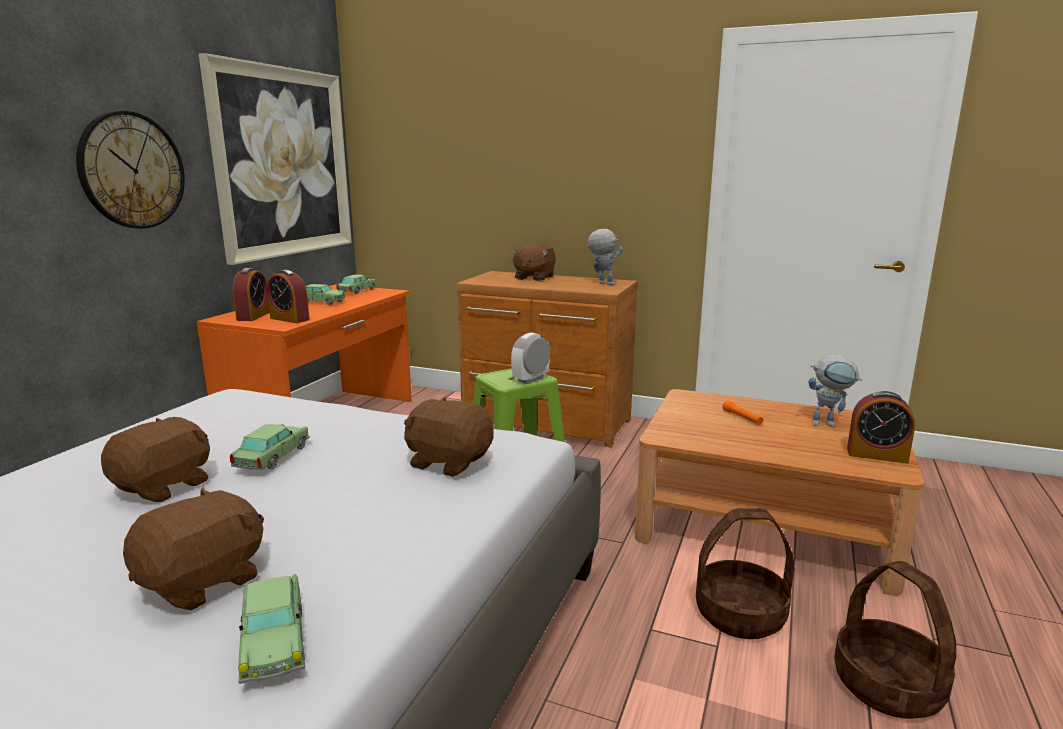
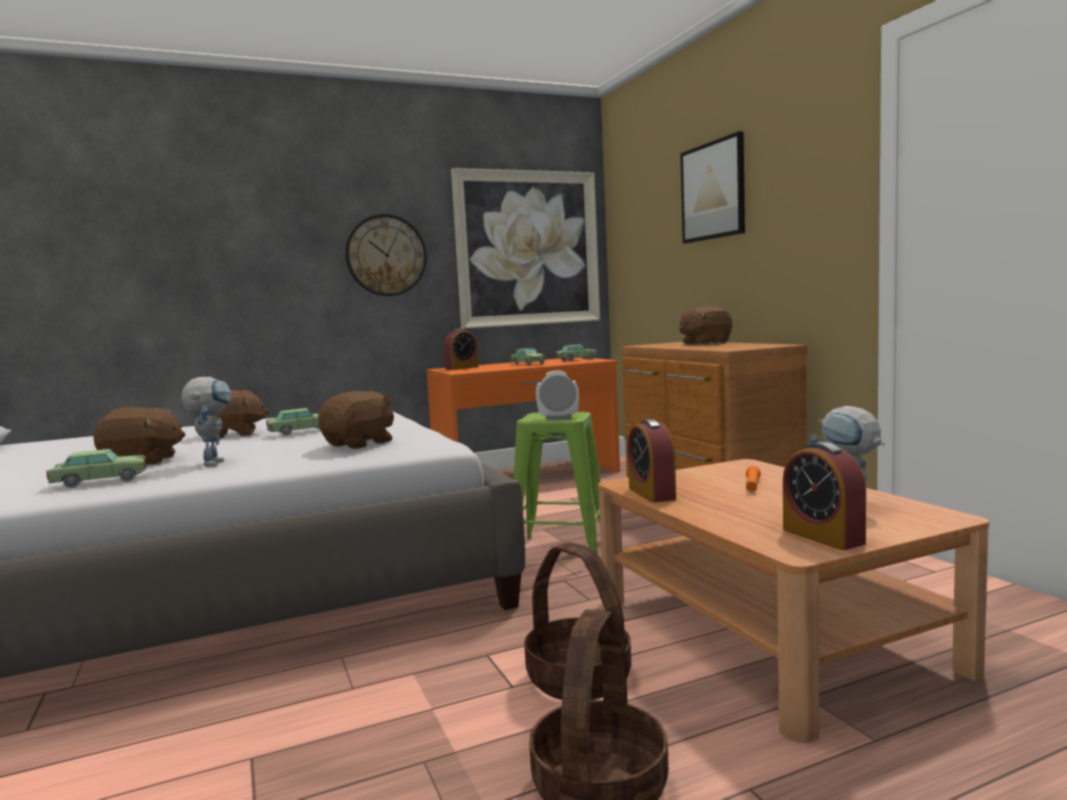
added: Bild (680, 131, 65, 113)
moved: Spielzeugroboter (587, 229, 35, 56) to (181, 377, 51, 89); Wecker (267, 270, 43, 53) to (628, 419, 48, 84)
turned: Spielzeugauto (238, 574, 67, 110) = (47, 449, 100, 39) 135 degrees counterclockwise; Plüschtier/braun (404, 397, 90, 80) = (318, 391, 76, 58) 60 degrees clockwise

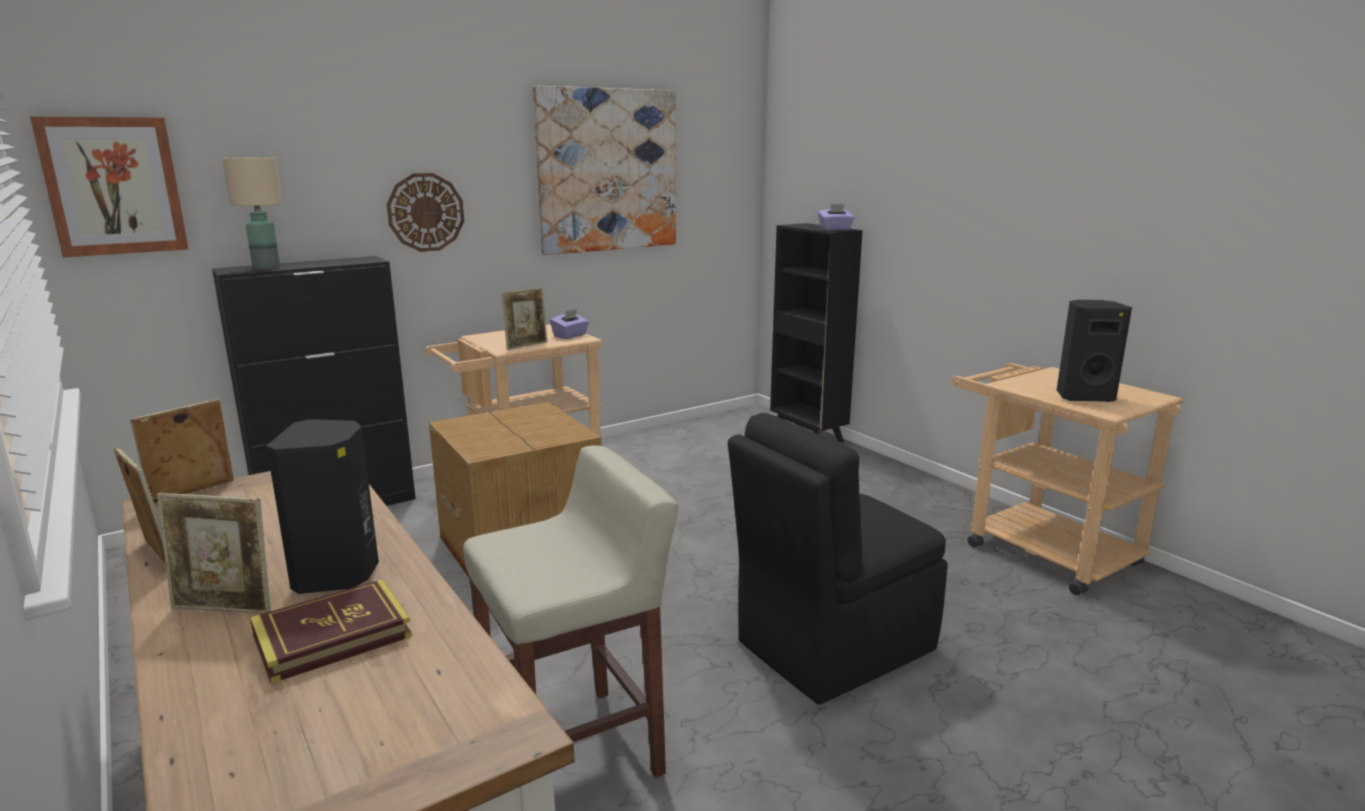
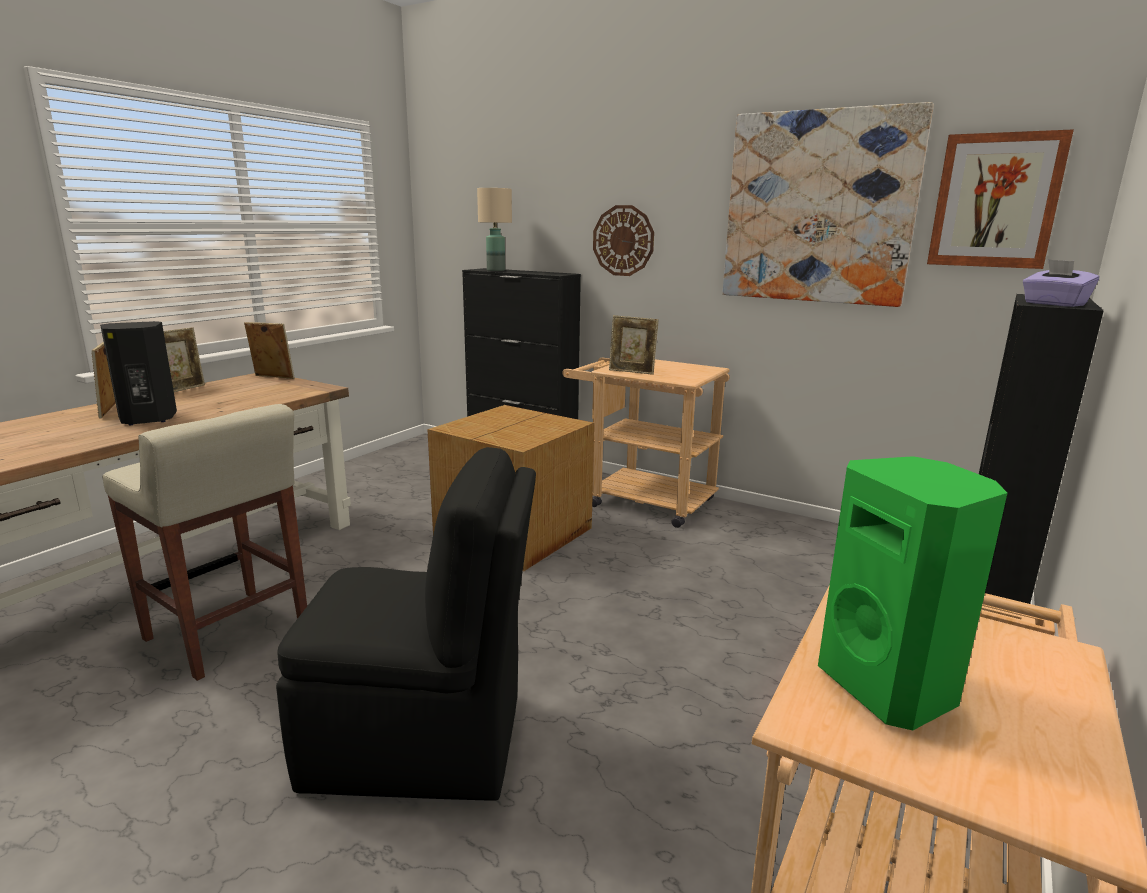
removed: Buch (250, 579, 162, 105); Taschentuchbox/lila (550, 309, 39, 30)
moved: Bild (30, 116, 158, 141) to (927, 129, 147, 140)
recoloured: Lautsprecher/schwarz (1057, 300, 75, 102) to Lautsprecher/grün (818, 456, 189, 274)
turned: Stuhl/schwarz (728, 413, 220, 292) = (276, 447, 260, 354) 150 degrees clockwise

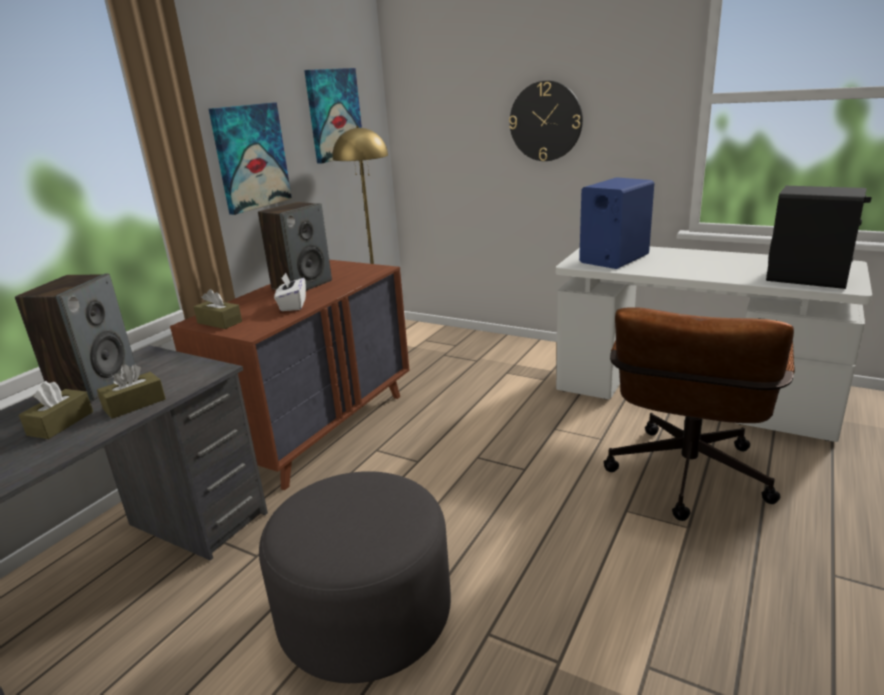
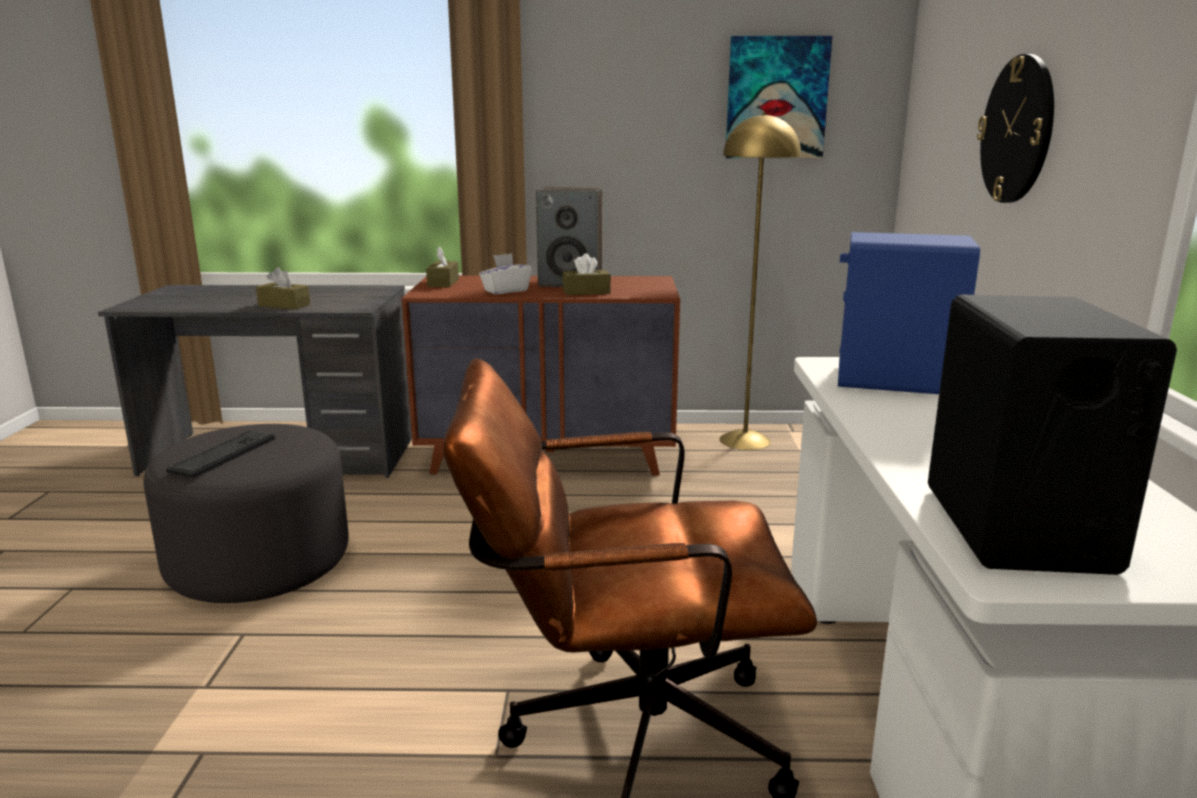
removed: Lautsprecher (15, 274, 121, 127); Bild (209, 102, 83, 113)
added: Tastatur (166, 431, 109, 47)
moved: Taschentuchbox/braun (19, 381, 74, 58) to (562, 253, 49, 42)

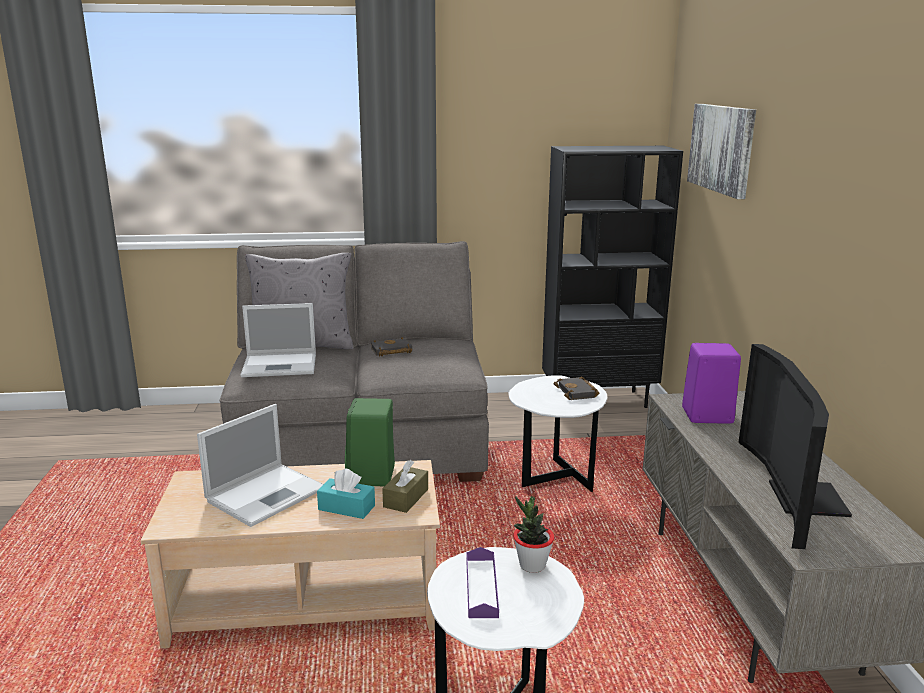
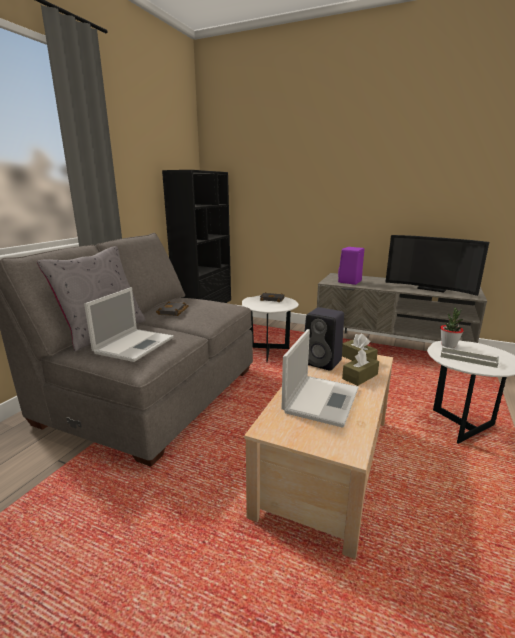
removed: Bild (687, 104, 69, 95)
recoloured: Lautsprecher/grün (345, 398, 50, 88) to Lautsprecher/schwarz (305, 307, 39, 64); Taschentuchbox/türkis (317, 468, 58, 51) to Taschentuchbox/braun (342, 349, 37, 37); Tablett/lila (466, 547, 33, 71) to Tablett/grau (441, 346, 58, 22)
turned: Laptop (197, 404, 126, 123) = (282, 329, 77, 99) 45 degrees clockwise

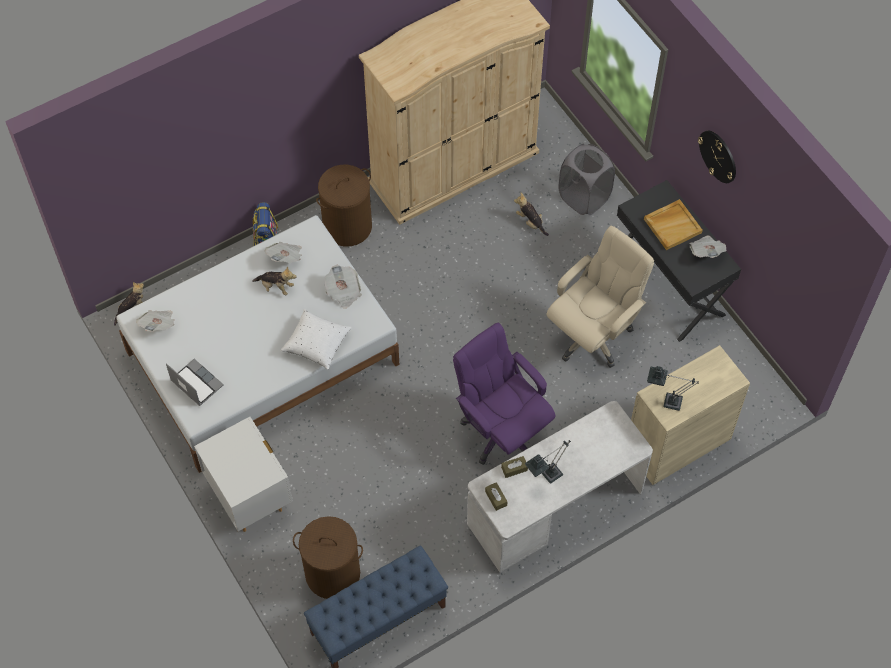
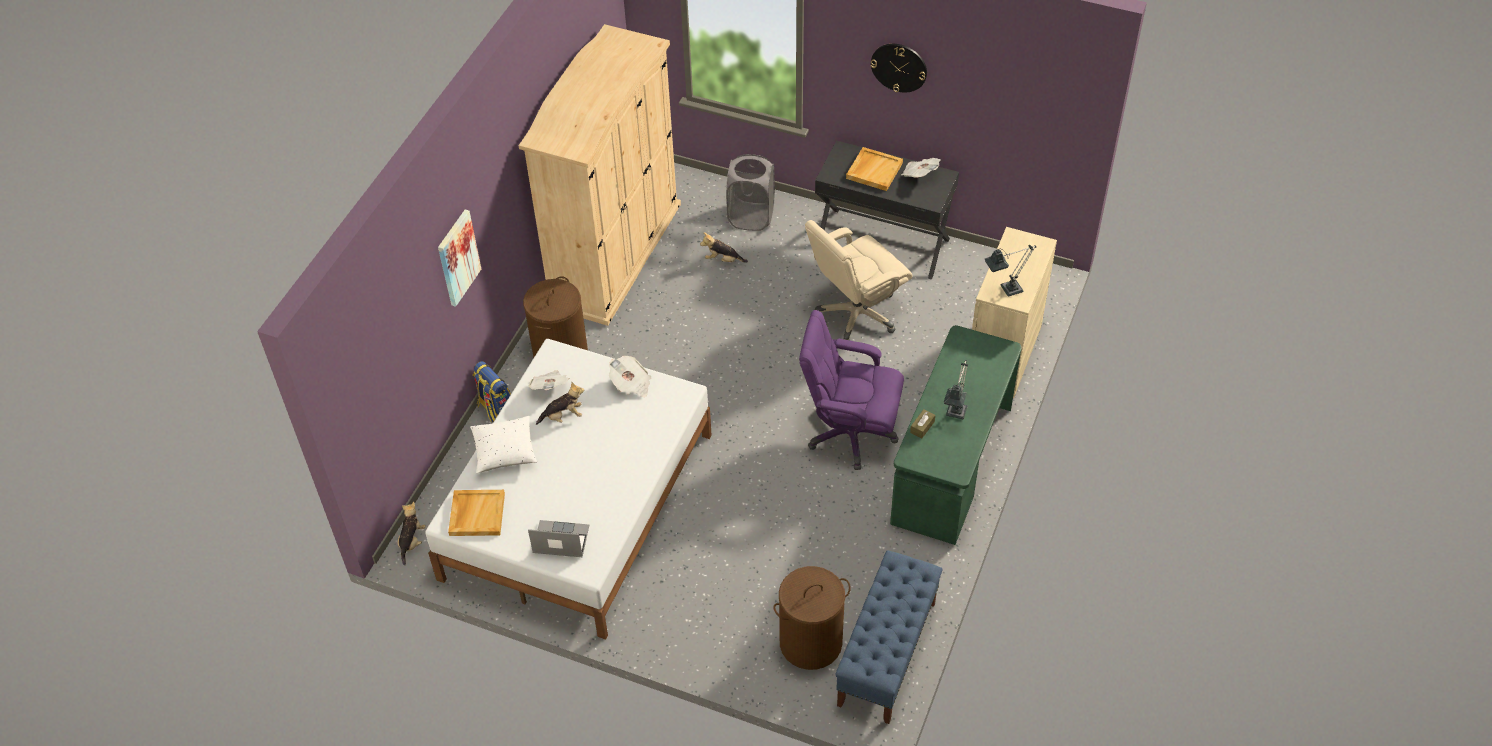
removed: Nachttisch/weiß (194, 417, 99, 115); Taschentuchbox/braun (485, 482, 23, 29)
added: Bild (438, 209, 43, 98)
moved: Kissen/weiß (281, 309, 70, 61) to (470, 416, 67, 58)
replaced: Zeitung (136, 310, 39, 21) to Tablett/beige (448, 490, 57, 46)
recoloured: Schreibtisch/weiß (467, 401, 186, 171) to Schreibtisch/grün (890, 325, 132, 220)
turned: Bürostuhl/beige (546, 226, 108, 142) = (805, 220, 108, 120) 135 degrees counterclockwise

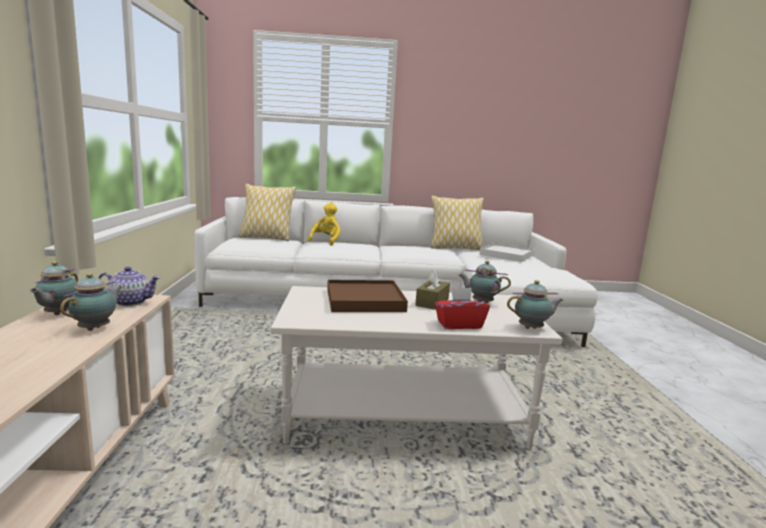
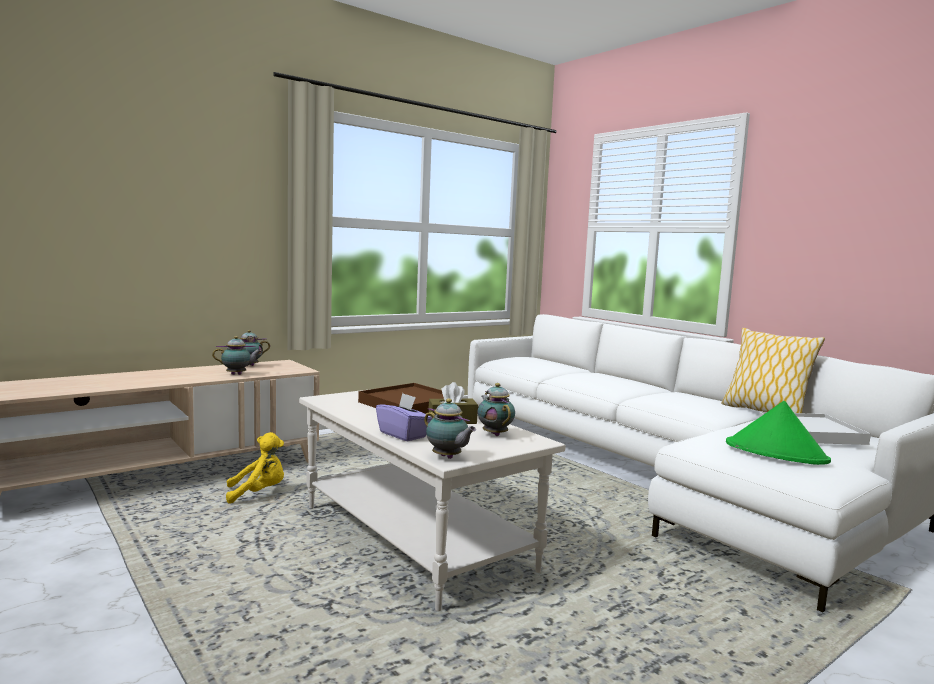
removed: Teekanne (98, 267, 63, 39); Kissen (238, 184, 58, 57)
added: Hut/grün (726, 401, 105, 64)
moved: Plüschtier/gelb (308, 203, 33, 43) to (226, 432, 58, 72)
recoloured: Taschentuchbox/rot (435, 287, 55, 42) to Taschentuchbox/lila (376, 393, 56, 49)

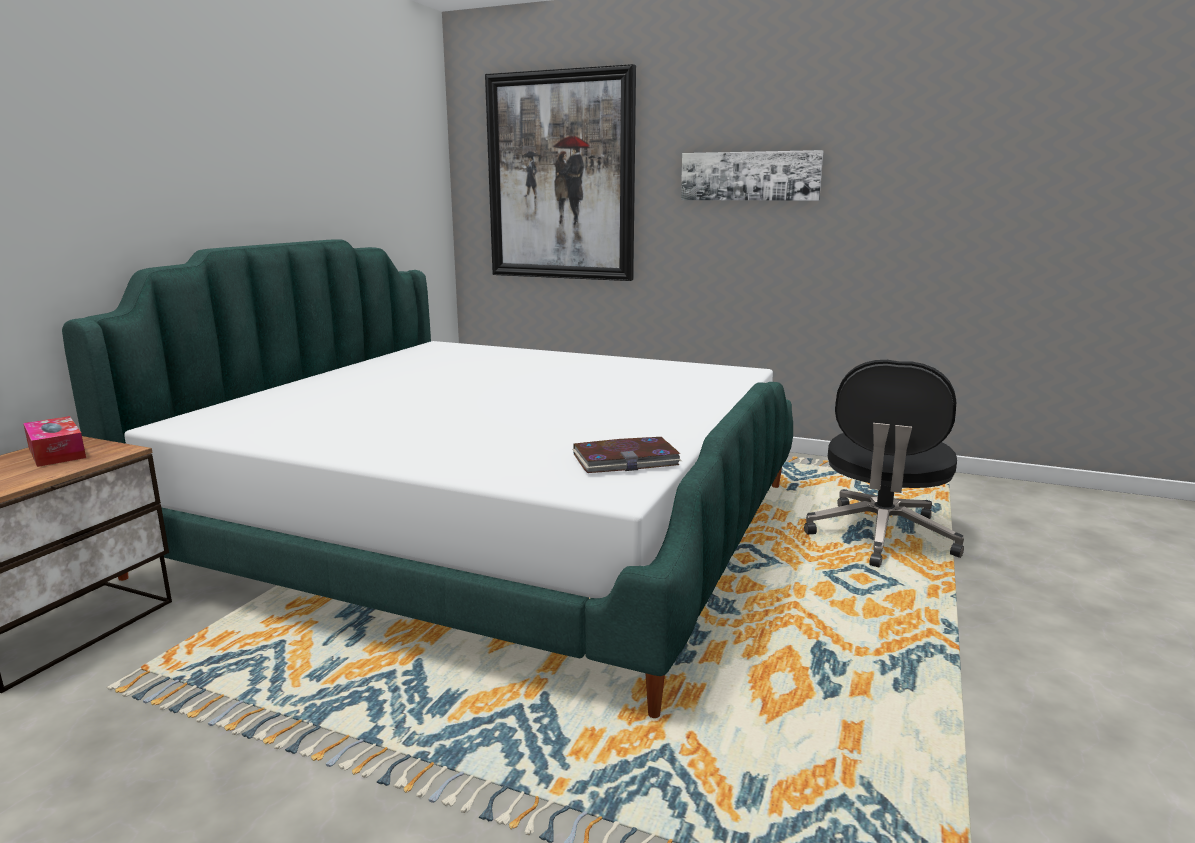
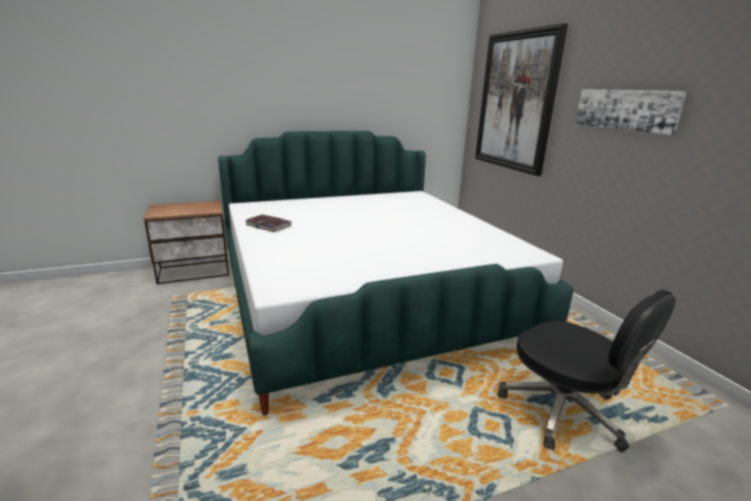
removed: Taschentuchbox (23, 416, 63, 51)
moved: Buch (572, 437, 110, 36) to (245, 215, 46, 17)
turned: Bürostuhl/schwarz (804, 360, 160, 207) = (498, 289, 178, 163) 105 degrees counterclockwise

